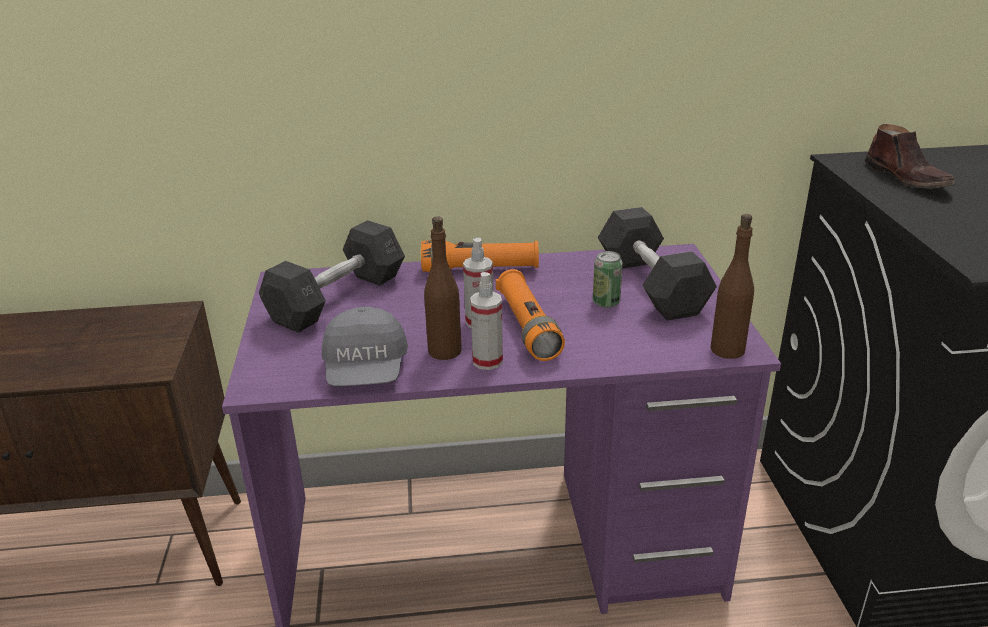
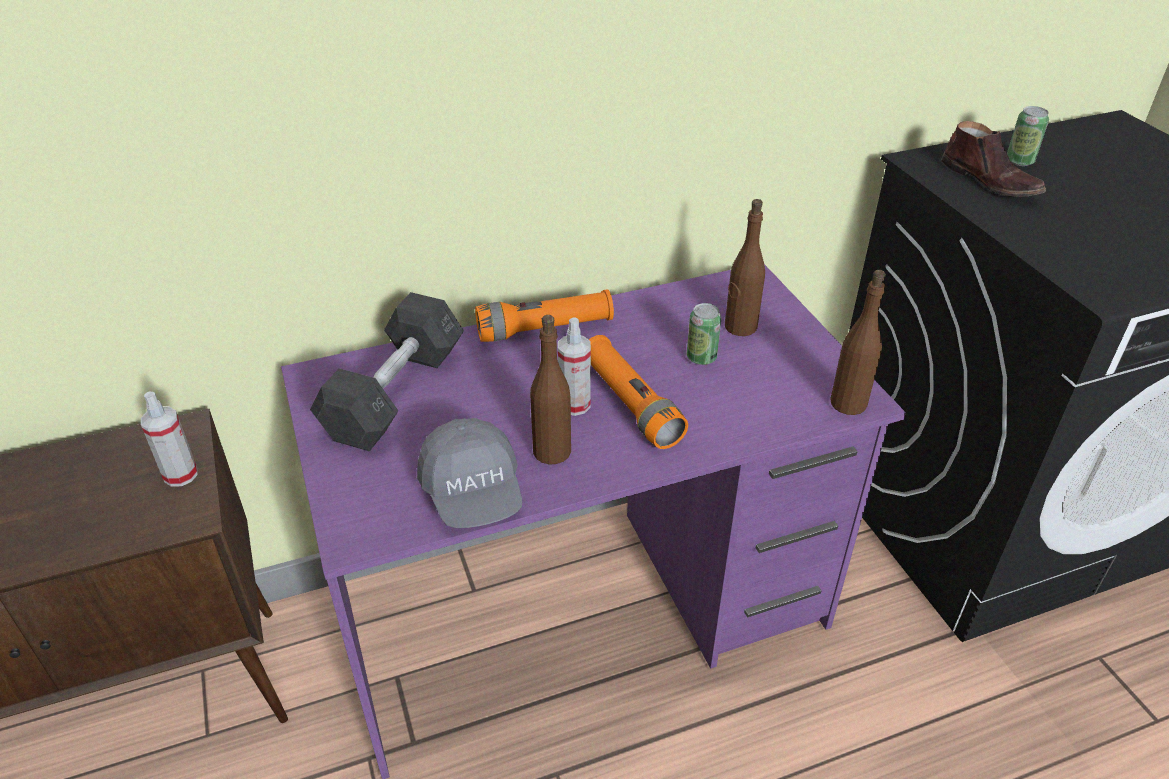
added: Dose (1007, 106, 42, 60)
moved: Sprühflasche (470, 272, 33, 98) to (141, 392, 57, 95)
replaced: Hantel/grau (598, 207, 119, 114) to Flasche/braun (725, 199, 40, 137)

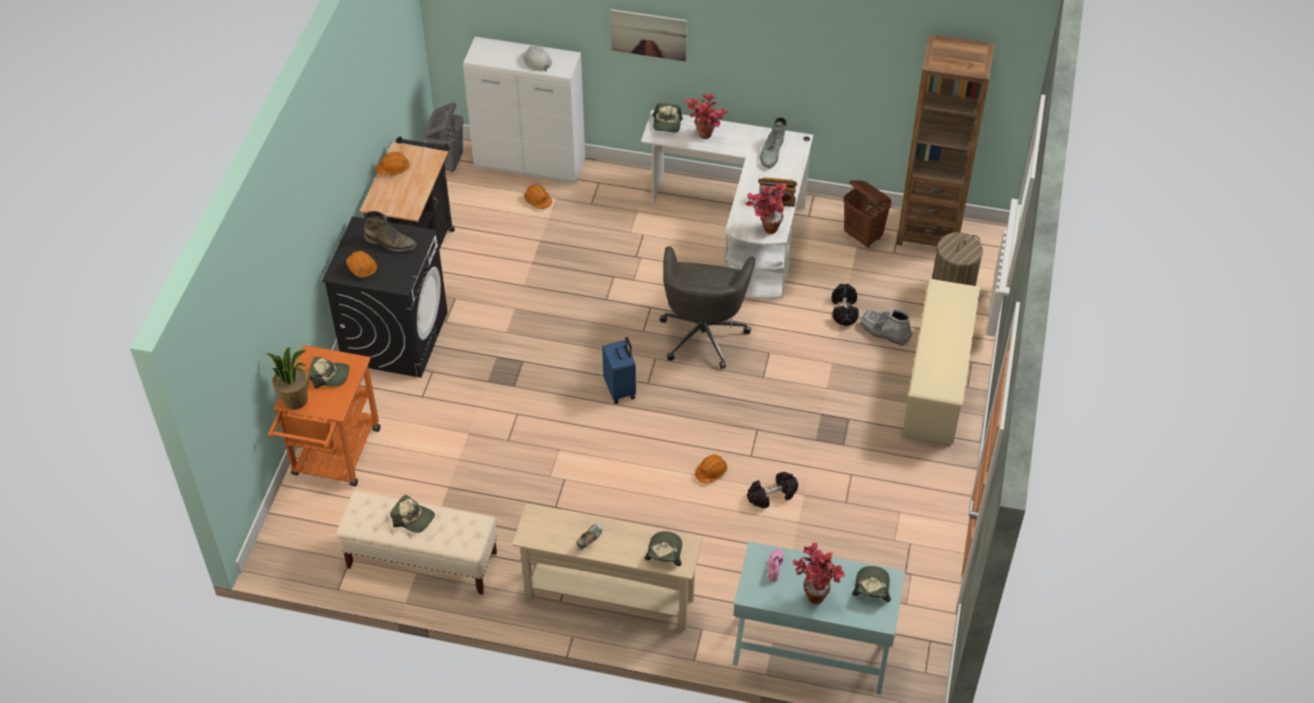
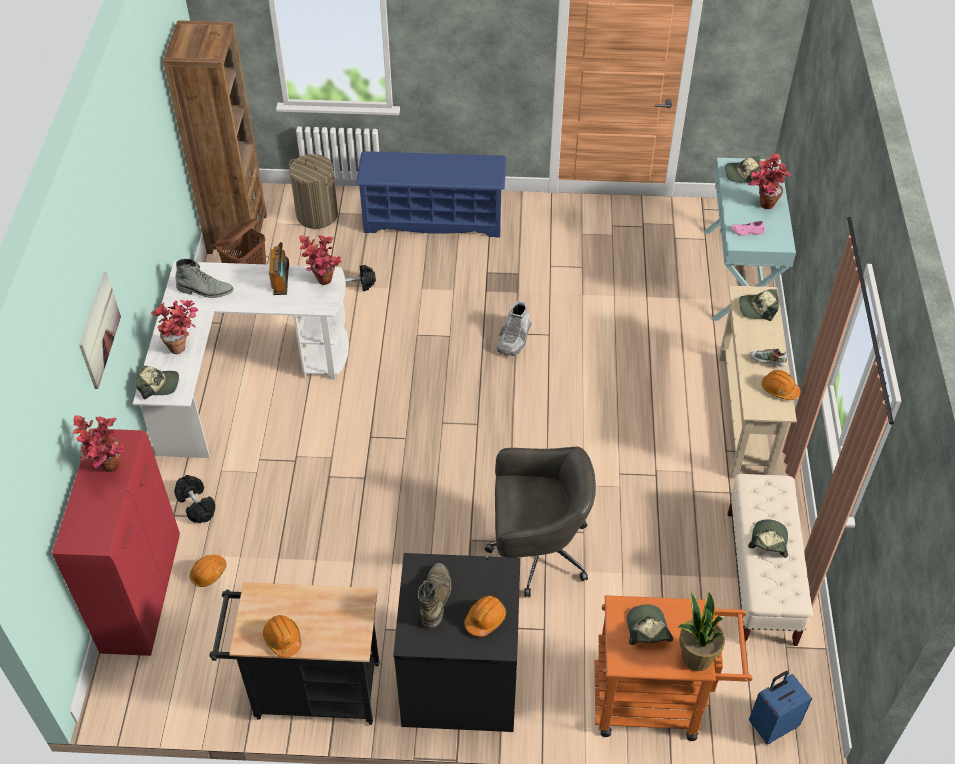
removed: Wäschekorb/grau (424, 102, 40, 70)
moved: Hantel/schwarz (747, 472, 51, 36) to (174, 475, 41, 48); Bürostuhl/grau (660, 246, 95, 123) to (485, 447, 111, 150); Stiefel/grau (860, 308, 52, 38) to (497, 301, 35, 55); Koffer/blau (602, 337, 34, 67) to (749, 671, 63, 73); Schutzhelm/orange (695, 454, 32, 29) to (762, 370, 38, 30)
replaced: Schutzhelm/weiß (522, 46, 30, 25) to Topfpflanze (73, 415, 51, 57)
recoloured: Schrank/weiß (463, 37, 122, 147) to Schrank/rot (52, 428, 128, 228); Schuhregal/beige (901, 279, 79, 166) to Schuhregal/blau (356, 151, 150, 87)

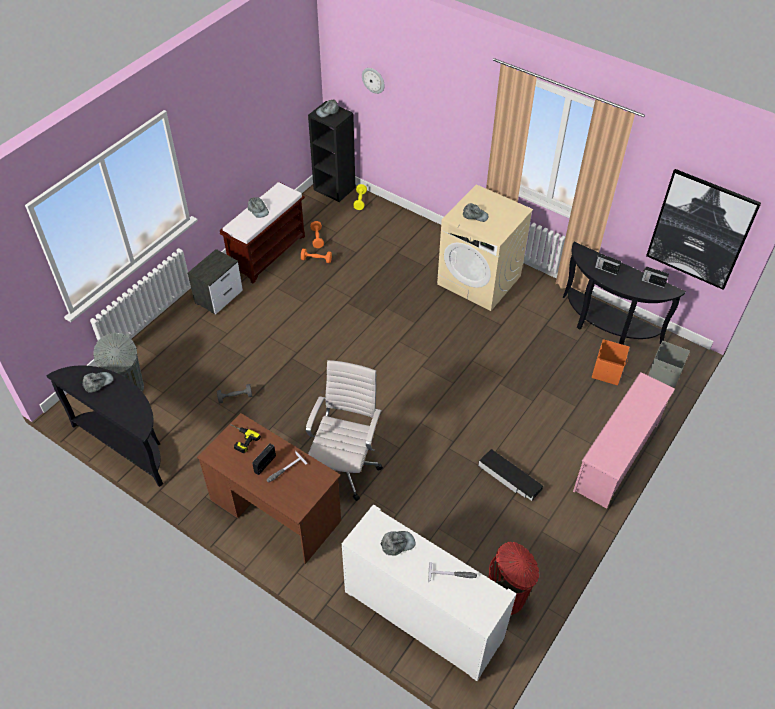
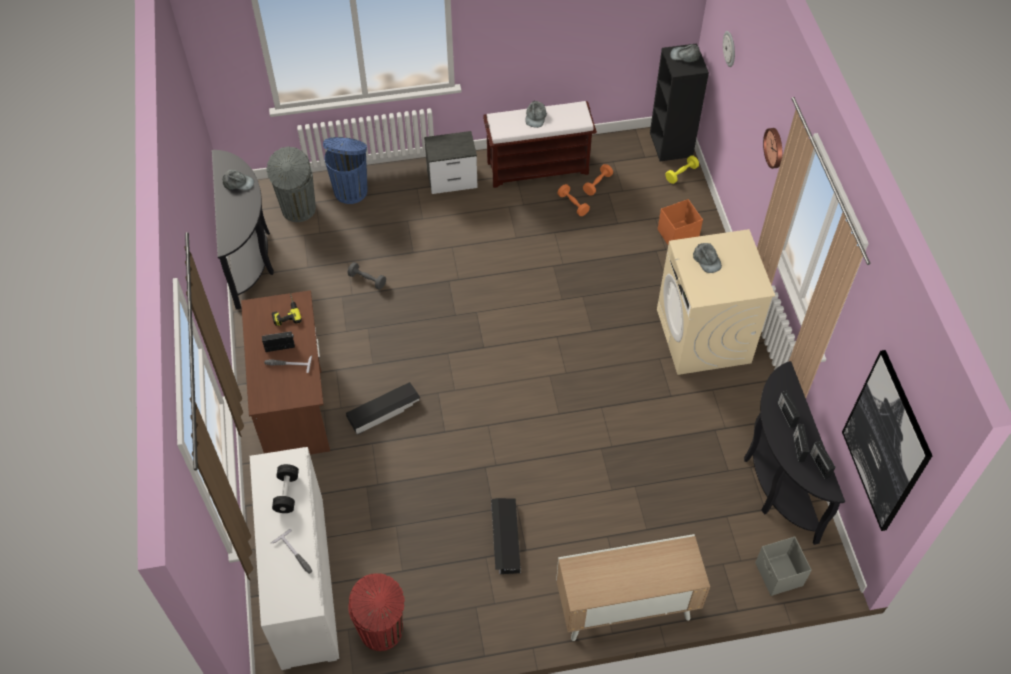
added: Mülleimer/blau (323, 137, 45, 67); Wanduhr (763, 128, 19, 41); Radio (793, 424, 16, 38)
moved: Aufbewahrungsbox/orange (591, 339, 38, 46) to (658, 199, 45, 45)
replaced: Kappe/grau (381, 531, 34, 25) to Hantel/schwarz (272, 464, 27, 49); Bürostuhl/weiß (306, 360, 77, 141) to Aufbewahrungsbox/schwarz (346, 382, 74, 53); Schuhregal/rosa (573, 372, 102, 137) to Schrank (556, 534, 154, 107)

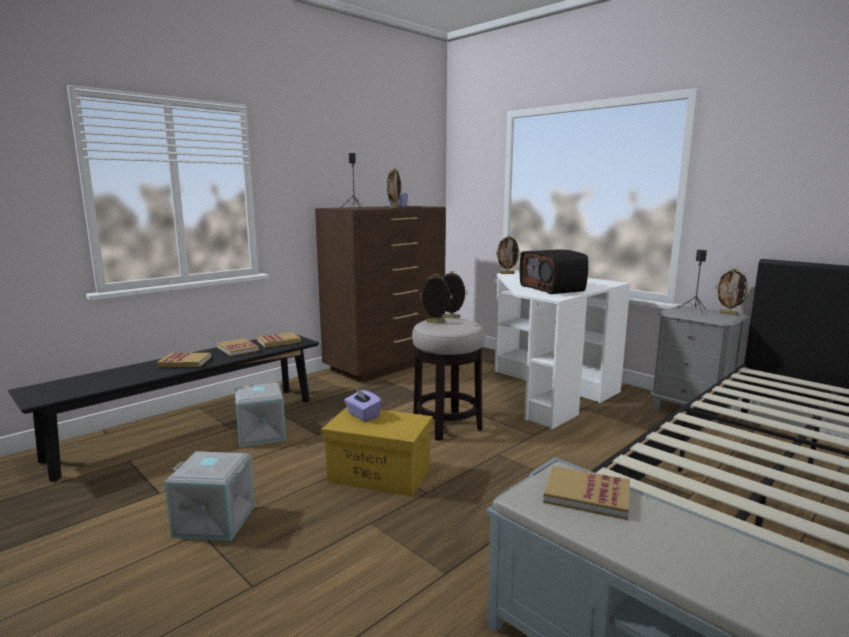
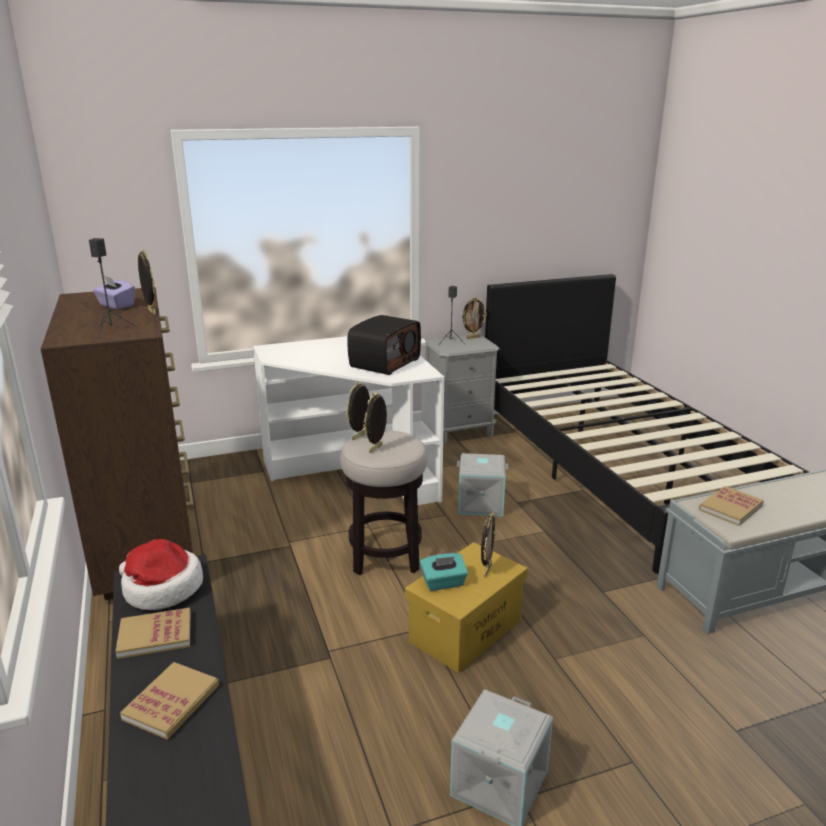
moved: Aufbewahrungsbox/grau (235, 383, 51, 64) to (457, 453, 51, 64); Bilderrahmen (496, 235, 25, 39) to (481, 513, 15, 64)
replaced: Buch (257, 332, 44, 16) to Hut (119, 539, 84, 71)
recoloured: Taschentuchbox/lila (344, 387, 38, 34) to Taschentuchbox/türkis (420, 553, 48, 38)
turned: Radio (520, 250, 68, 44) = (348, 315, 73, 60) 60 degrees counterclockwise

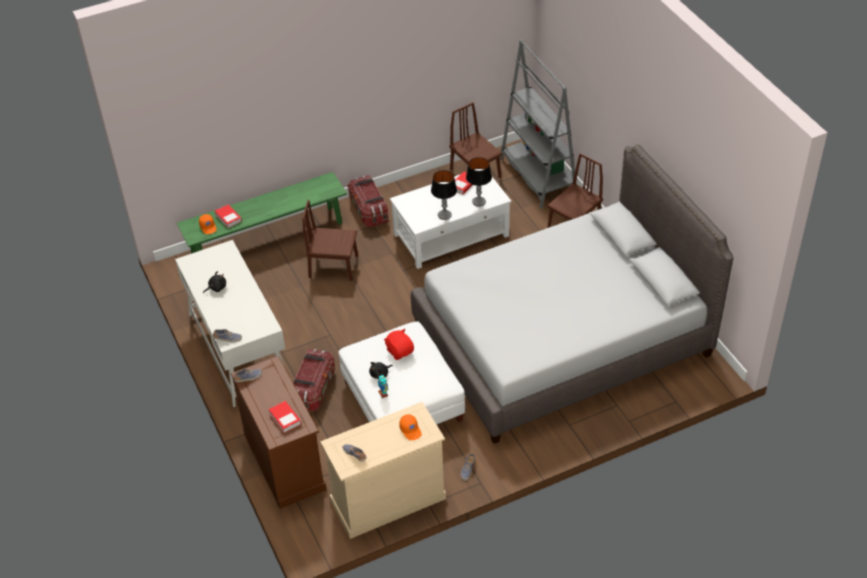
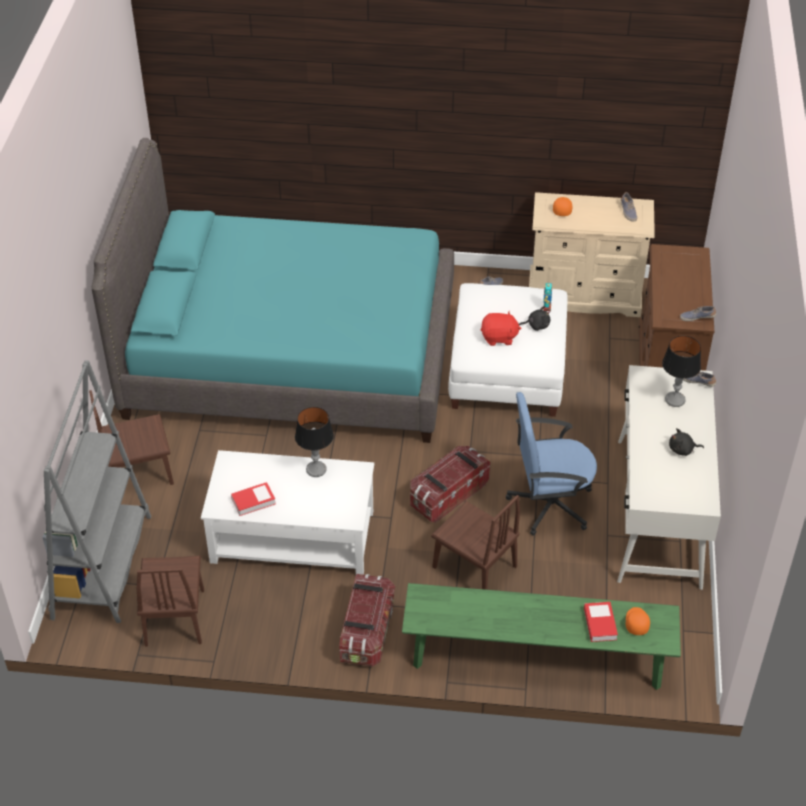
removed: Buch (269, 401, 32, 32)
added: Bürostuhl/blau (506, 392, 91, 144)
moved: Aufbewahrungsbox (293, 349, 42, 63) to (410, 446, 80, 77); Tischlampe (466, 157, 26, 50) to (662, 336, 39, 71)
recoloured: Bett/grau (411, 144, 322, 300) to Bett/türkis (92, 138, 362, 305)
turned: Plüschtier/rot (384, 329, 30, 31) = (481, 310, 40, 36) 90 degrees counterclockwise

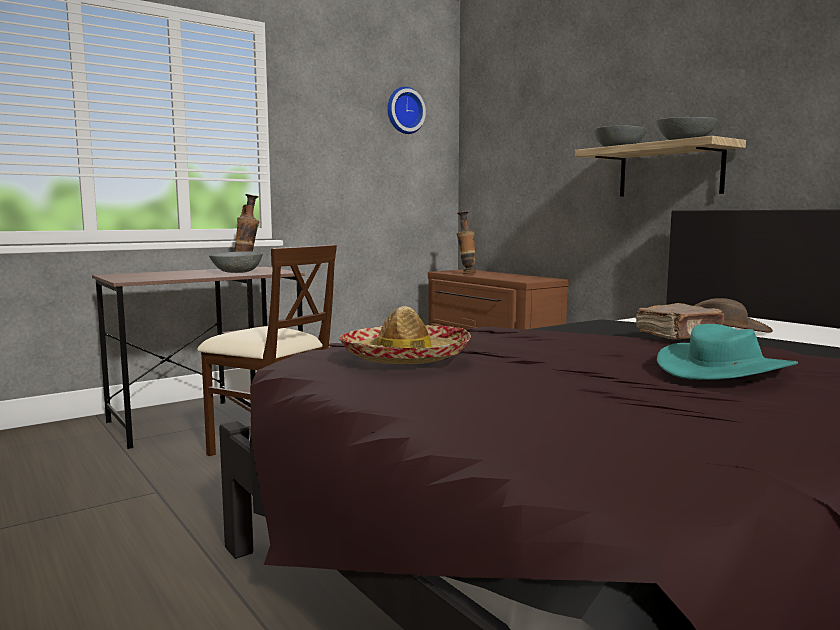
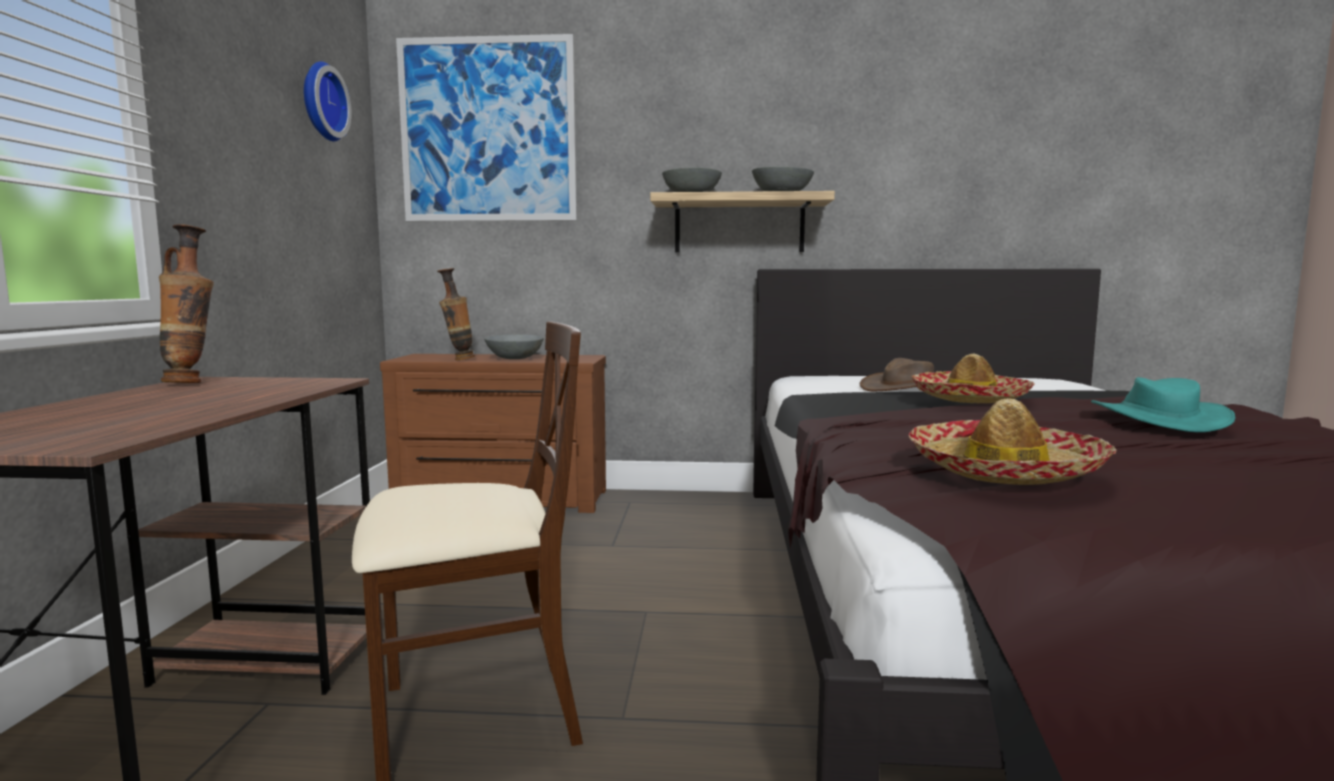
added: Bild (396, 34, 181, 187)
moved: Schüssel/grau (209, 251, 54, 22) to (484, 334, 60, 25)
replaced: Buch/braun (636, 303, 89, 36) to Hut (911, 354, 124, 49)

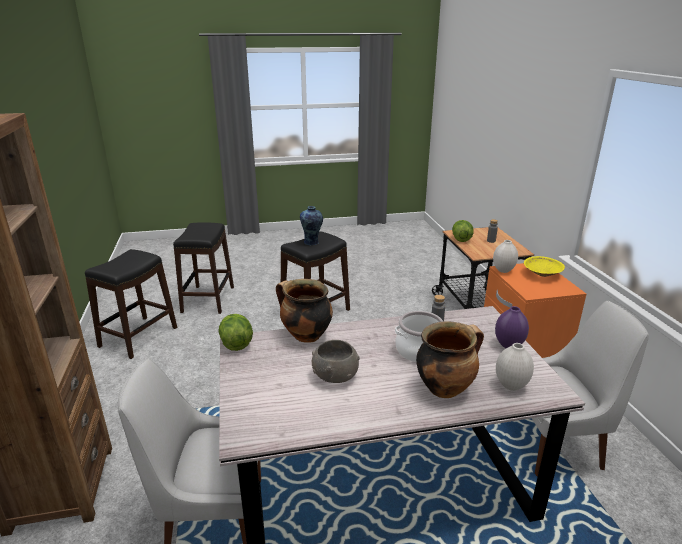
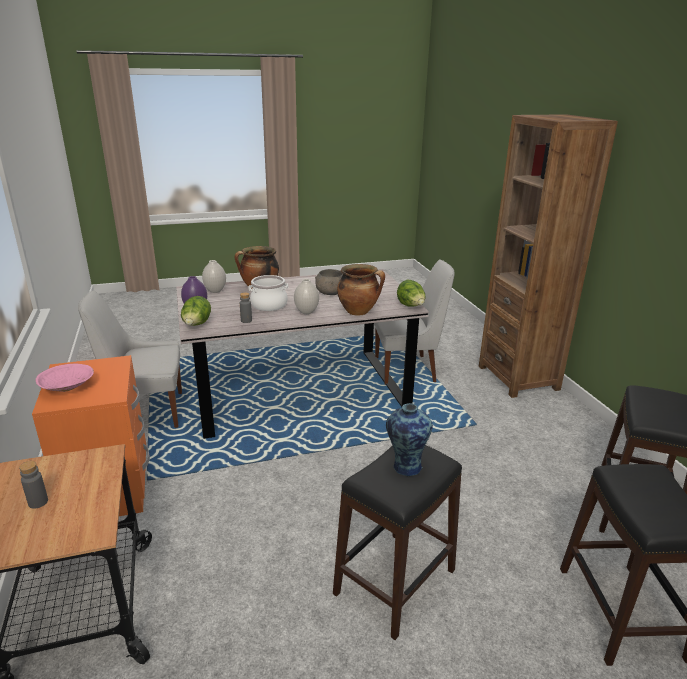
moved: Salatkopf (452, 220, 22, 22) to (181, 296, 30, 30); Vase/weiß (493, 240, 25, 33) to (294, 279, 25, 35)
recoloured: Schüssel/gelb (524, 256, 41, 21) to Schüssel/rosa (36, 364, 58, 28)

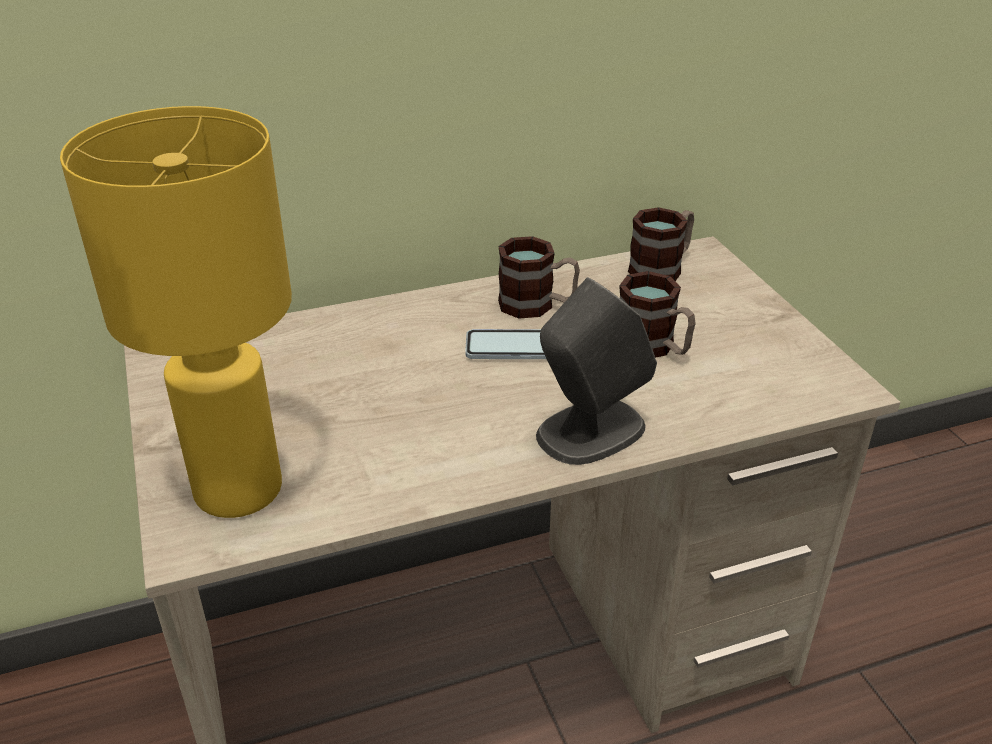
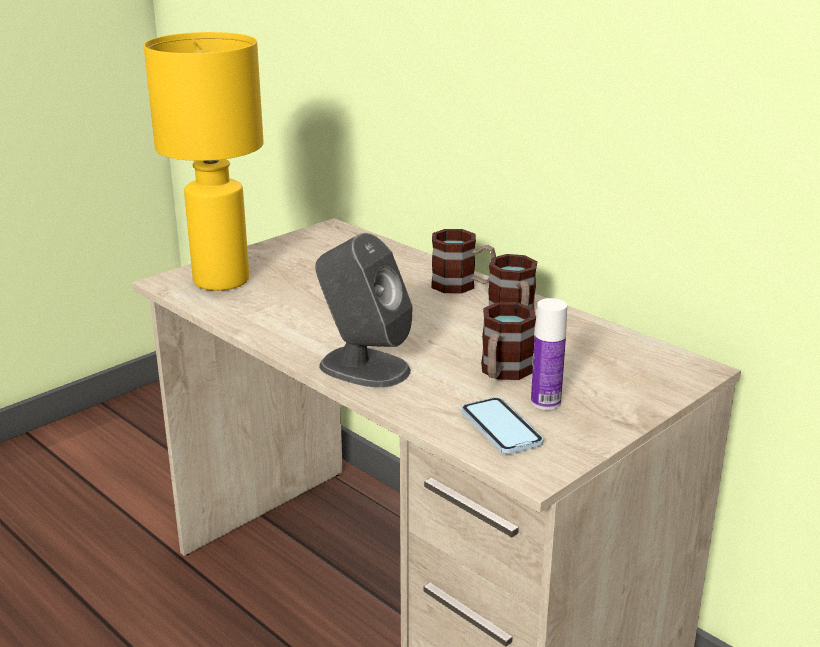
added: Flasche (531, 298, 36, 112)
moved: Henkelbecher (628, 207, 66, 74) to (431, 229, 65, 65); Handy (465, 329, 81, 30) to (461, 397, 82, 57)

